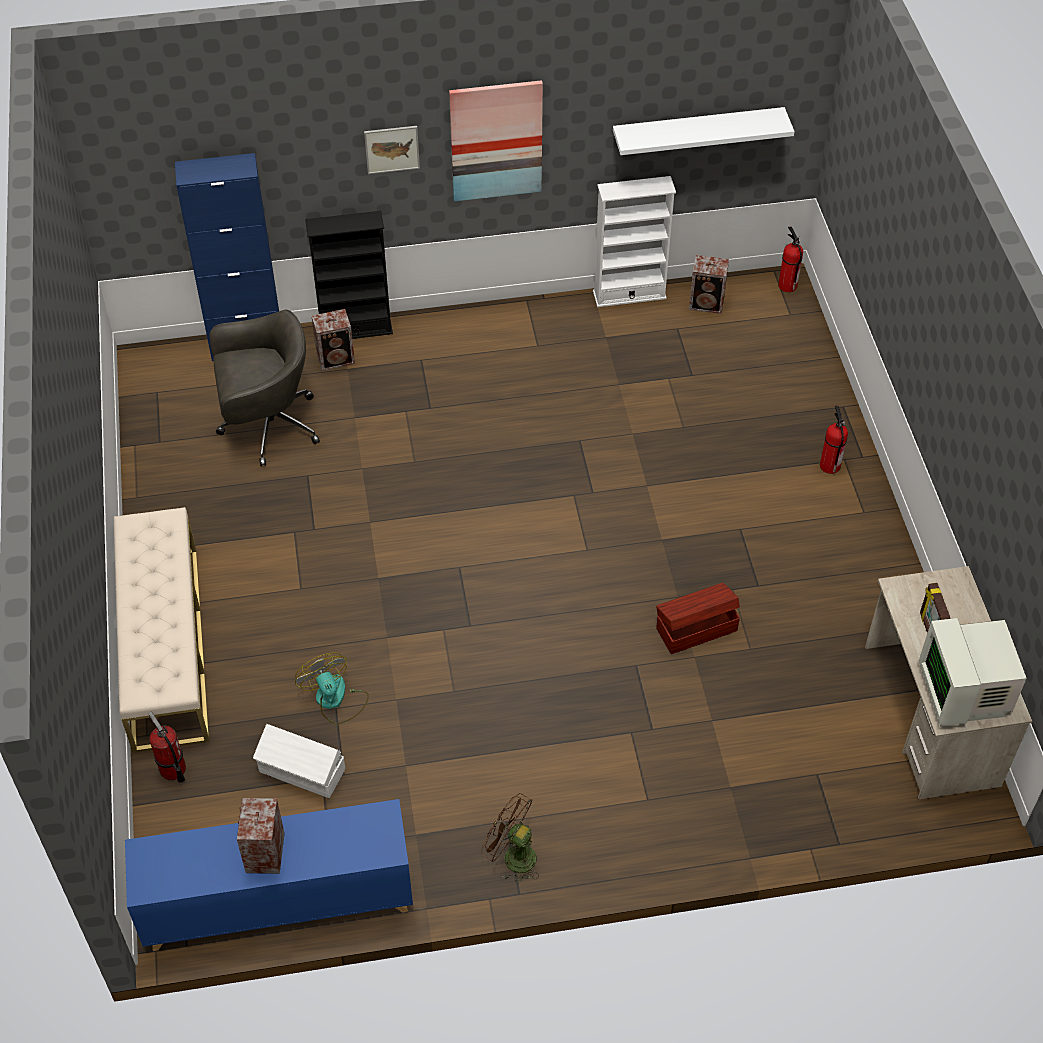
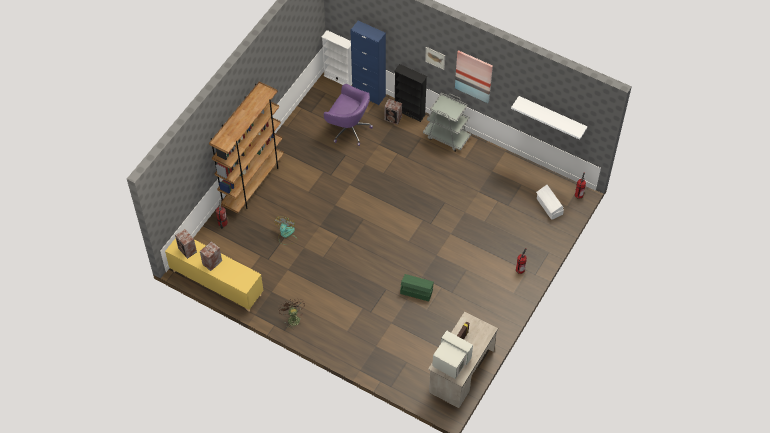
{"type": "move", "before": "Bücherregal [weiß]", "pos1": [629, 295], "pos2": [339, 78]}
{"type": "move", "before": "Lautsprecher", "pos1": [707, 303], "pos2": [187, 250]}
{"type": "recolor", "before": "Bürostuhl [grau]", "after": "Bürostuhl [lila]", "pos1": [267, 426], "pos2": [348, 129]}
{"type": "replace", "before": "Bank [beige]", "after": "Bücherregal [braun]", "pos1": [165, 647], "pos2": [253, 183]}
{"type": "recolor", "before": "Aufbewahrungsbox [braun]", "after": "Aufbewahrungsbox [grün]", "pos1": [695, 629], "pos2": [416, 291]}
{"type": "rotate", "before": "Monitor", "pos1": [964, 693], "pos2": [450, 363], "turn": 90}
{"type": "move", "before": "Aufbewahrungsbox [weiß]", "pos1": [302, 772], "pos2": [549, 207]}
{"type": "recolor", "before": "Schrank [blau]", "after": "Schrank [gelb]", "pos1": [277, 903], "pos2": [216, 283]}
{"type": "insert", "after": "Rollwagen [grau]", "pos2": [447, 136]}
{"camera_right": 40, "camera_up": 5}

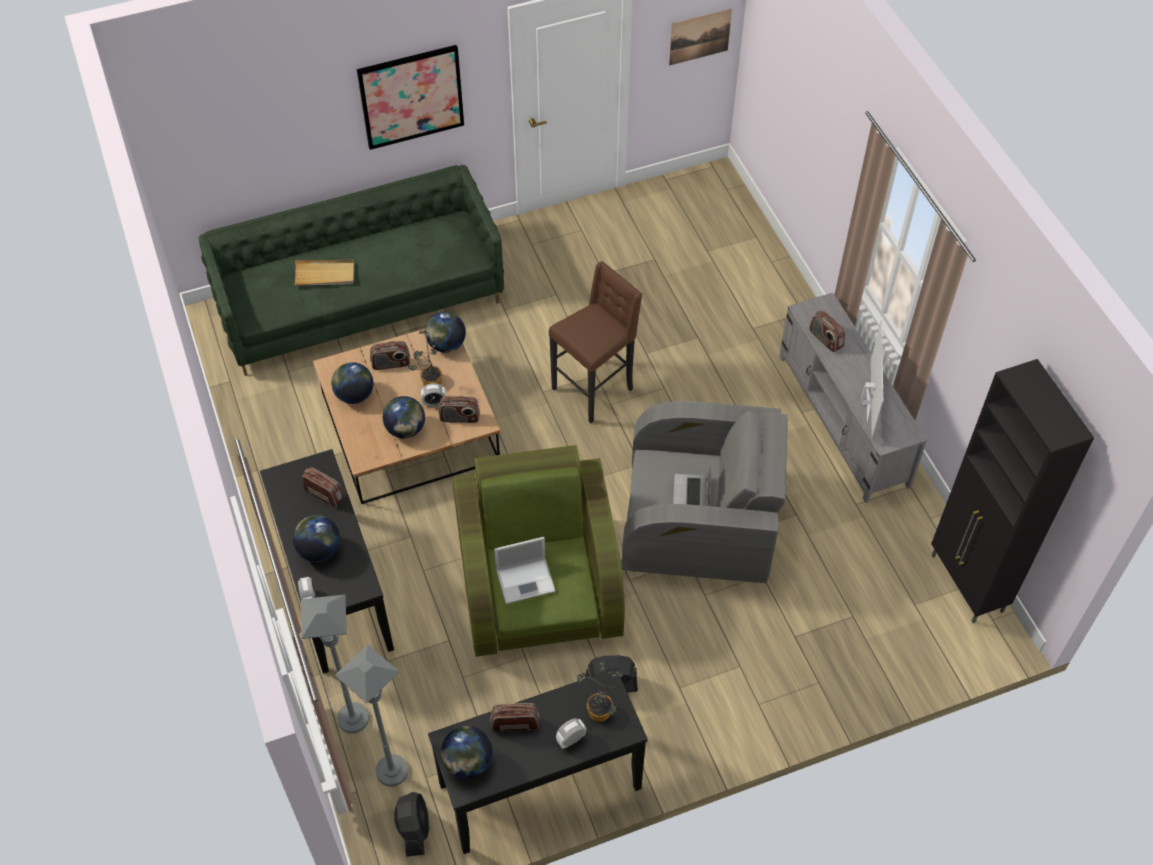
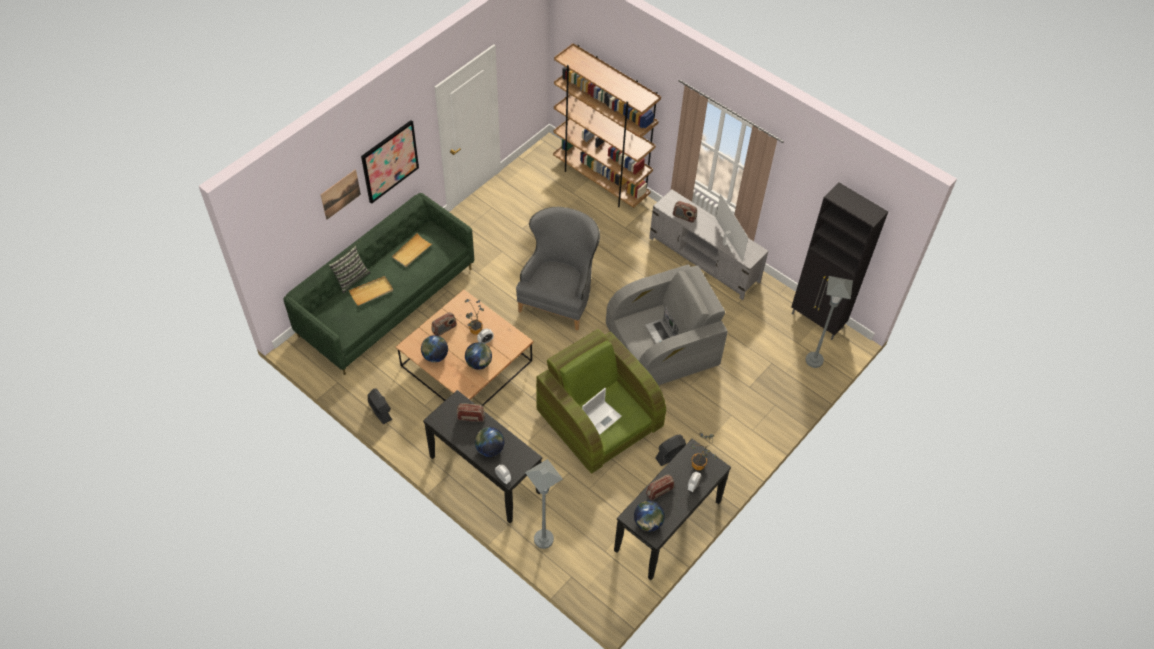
{"type": "move", "before": "Bild", "pos1": [699, 36], "pos2": [340, 194]}
{"type": "replace", "before": "Hocker [braun]", "after": "Sessel [grau]", "pos1": [594, 389], "pos2": [559, 297]}
{"type": "delete", "before": "Globus", "pos1": [446, 345]}
{"type": "delete", "before": "Radio", "pos1": [459, 418]}
{"type": "move", "before": "Stehlampe [grau]", "pos1": [392, 771], "pos2": [814, 360]}
{"type": "move", "before": "Ventilator [schwarz]", "pos1": [414, 828], "pos2": [380, 411]}
{"type": "insert", "after": "Bücherregal [braun]", "pos2": [601, 181]}
{"type": "insert", "after": "Tablett [beige]", "pos2": [412, 251]}
{"type": "insert", "after": "Kissen", "pos2": [351, 278]}
{"camera_right": -30, "camera_up": 0}

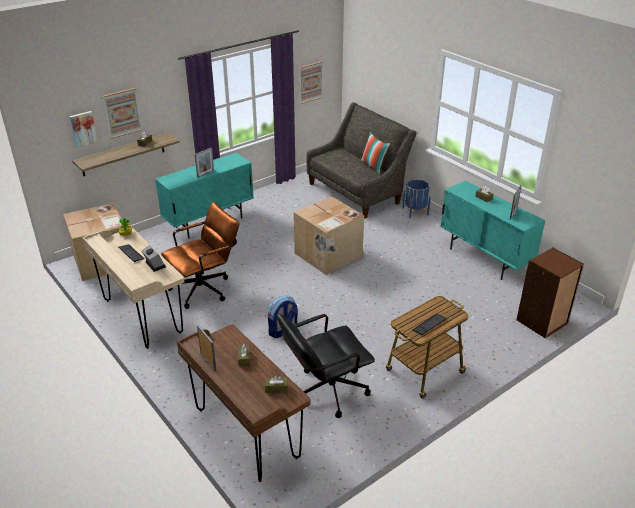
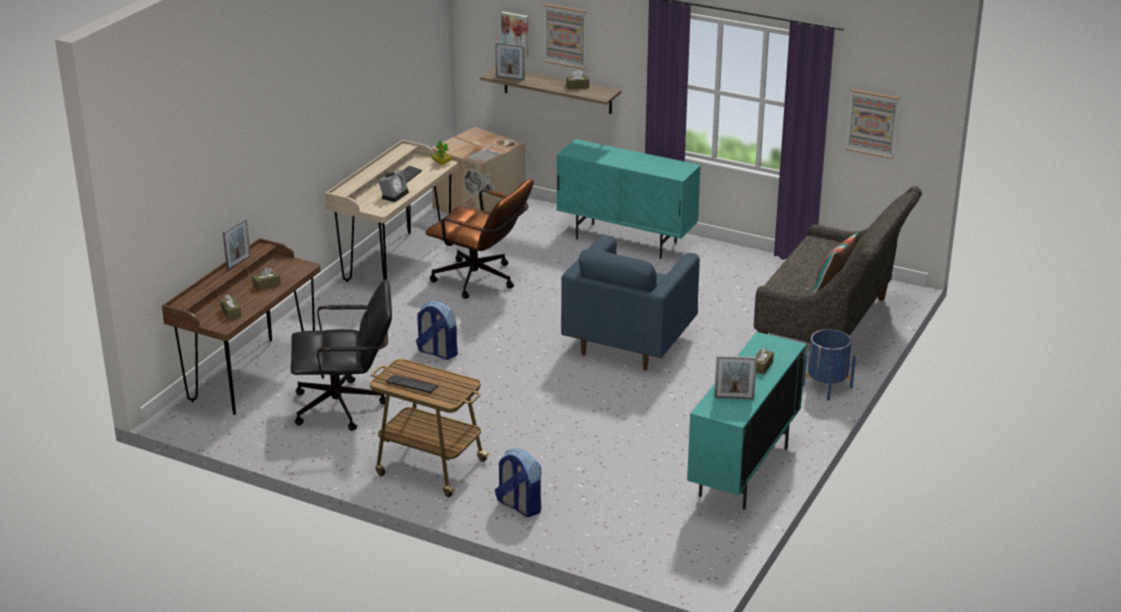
{"type": "move", "before": "Bilderrahmen", "pos1": [205, 173], "pos2": [510, 78]}
{"type": "replace", "before": "Karton", "after": "Sessel [blau]", "pos1": [328, 255], "pos2": [629, 343]}
{"type": "delete", "before": "Bücherregal [braun]", "pos1": [542, 322]}
{"type": "rotate", "before": "Bürostuhl [schwarz]", "pos1": [325, 392], "pos2": [347, 406], "turn": 135}
{"type": "insert", "after": "Rucksack", "pos2": [519, 506]}
{"camera_right": 65, "camera_up": -5}

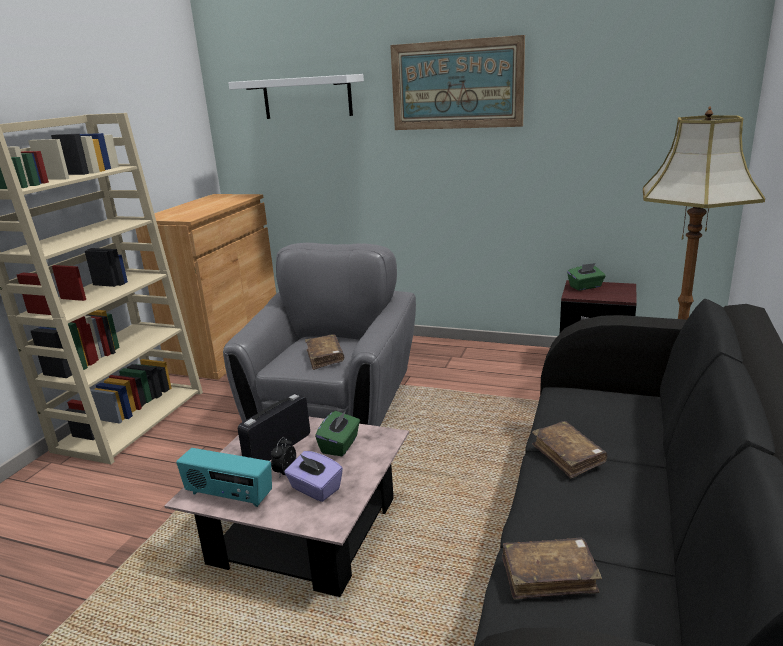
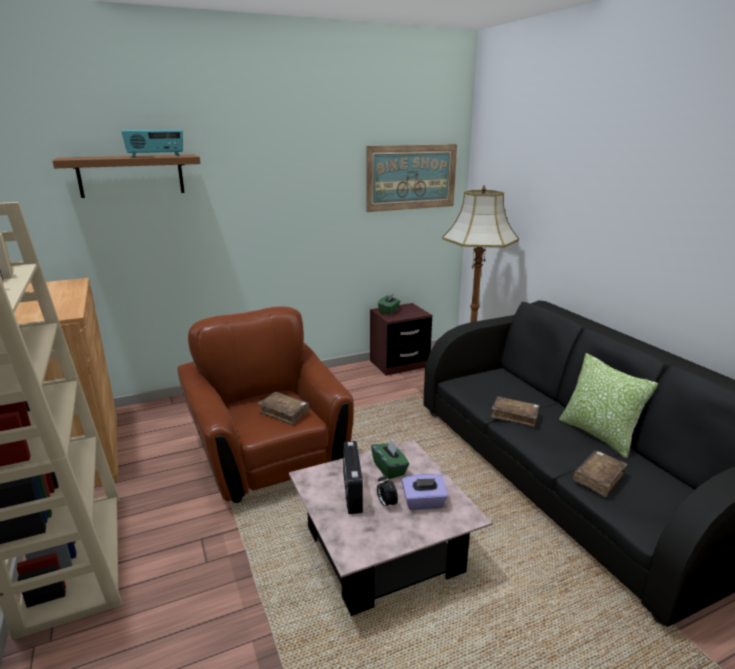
{"type": "move", "before": "Bild", "pos1": [456, 85], "pos2": [411, 177]}
{"type": "recolor", "before": "Wandregal [weiß]", "after": "Wandregal [braun]", "pos1": [307, 97], "pos2": [131, 175]}
{"type": "recolor", "before": "Sessel [grau]", "after": "Sessel [braun]", "pos1": [333, 406], "pos2": [269, 458]}
{"type": "move", "before": "Radio", "pos1": [228, 496], "pos2": [155, 156]}
{"type": "insert", "after": "Kissen", "pos2": [598, 435]}
{"camera_right": -45, "camera_up": 0}

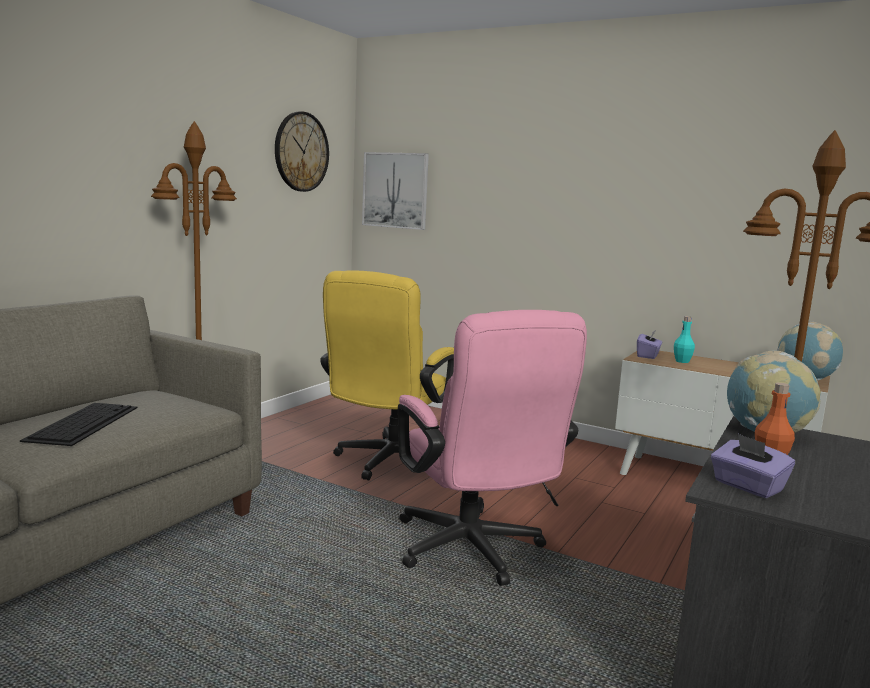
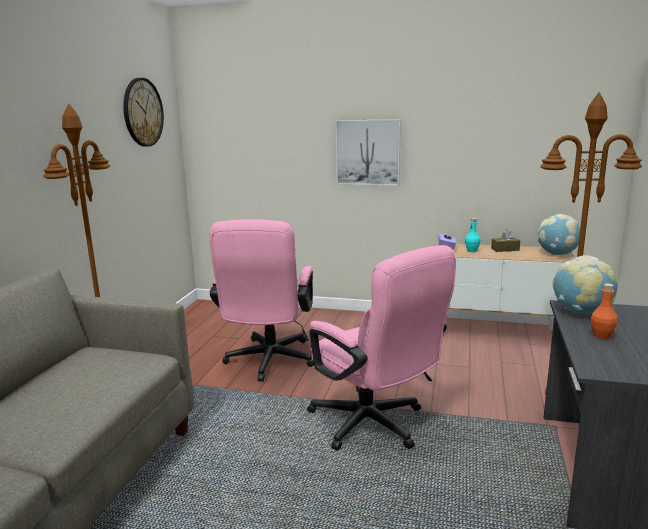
{"type": "move", "before": "Bild", "pos1": [395, 190], "pos2": [368, 152]}
{"type": "recolor", "before": "Bürostuhl [gelb]", "after": "Bürostuhl [rosa]", "pos1": [387, 463], "pos2": [268, 362]}
{"type": "delete", "before": "Tastatur", "pos1": [83, 423]}
{"type": "delete", "before": "Taschentuchbox [lila]", "pos1": [747, 486]}
{"type": "insert", "after": "Taschentuchbox [braun]", "pos2": [505, 249]}
{"camera_right": -15, "camera_up": 5}

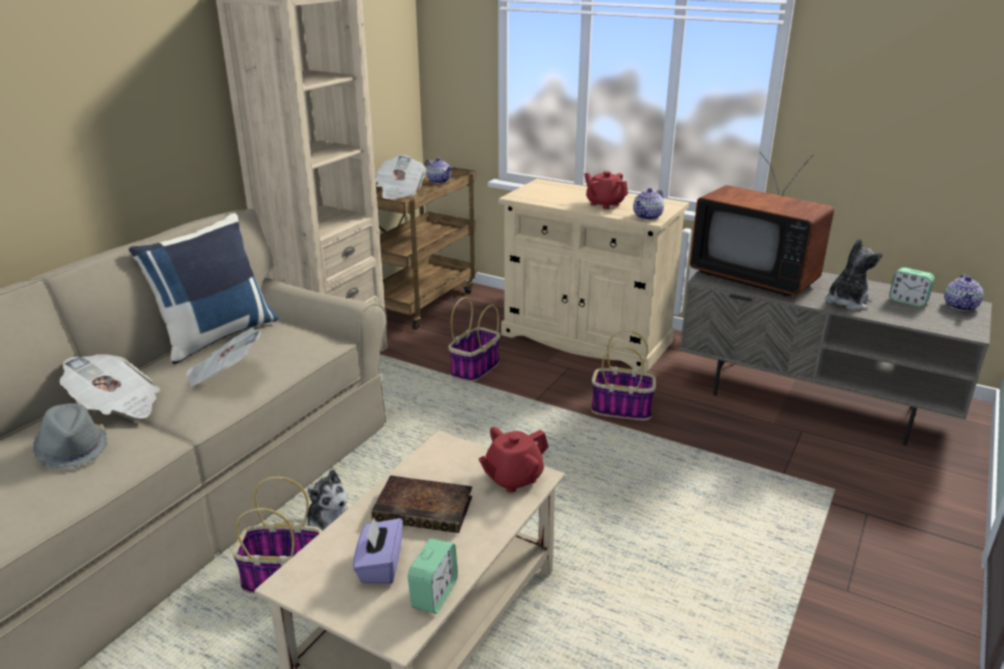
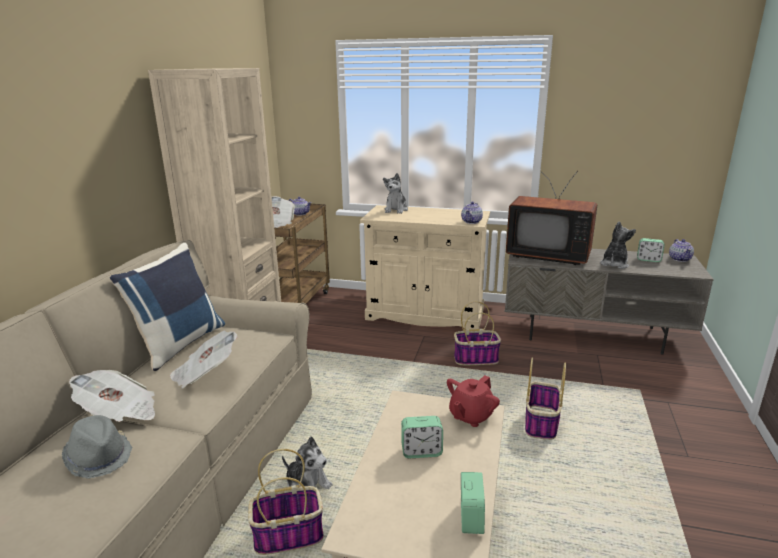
{"type": "delete", "before": "Teekanne [rot]", "pos1": [604, 204]}
{"type": "move", "before": "Korb", "pos1": [475, 369], "pos2": [541, 424]}
{"type": "replace", "before": "Buch", "after": "Wecker", "pos1": [426, 509], "pos2": [421, 451]}
{"type": "delete", "before": "Taschentuchbox [lila]", "pos1": [380, 565]}
{"type": "insert", "after": "Plüschtier", "pos2": [396, 210]}
{"camera_right": -15, "camera_up": -5}

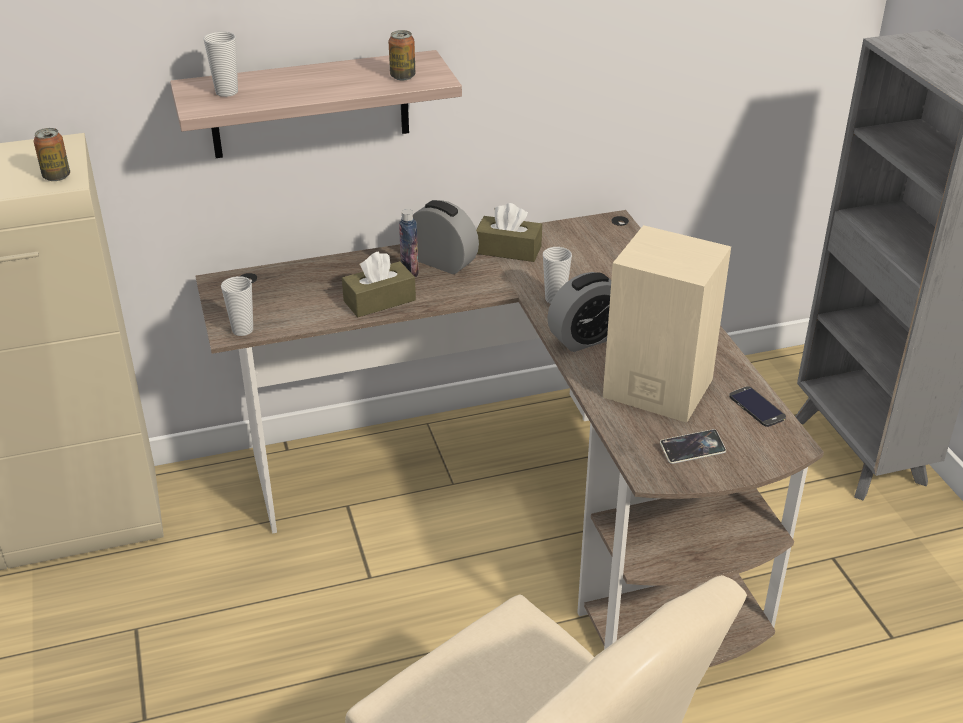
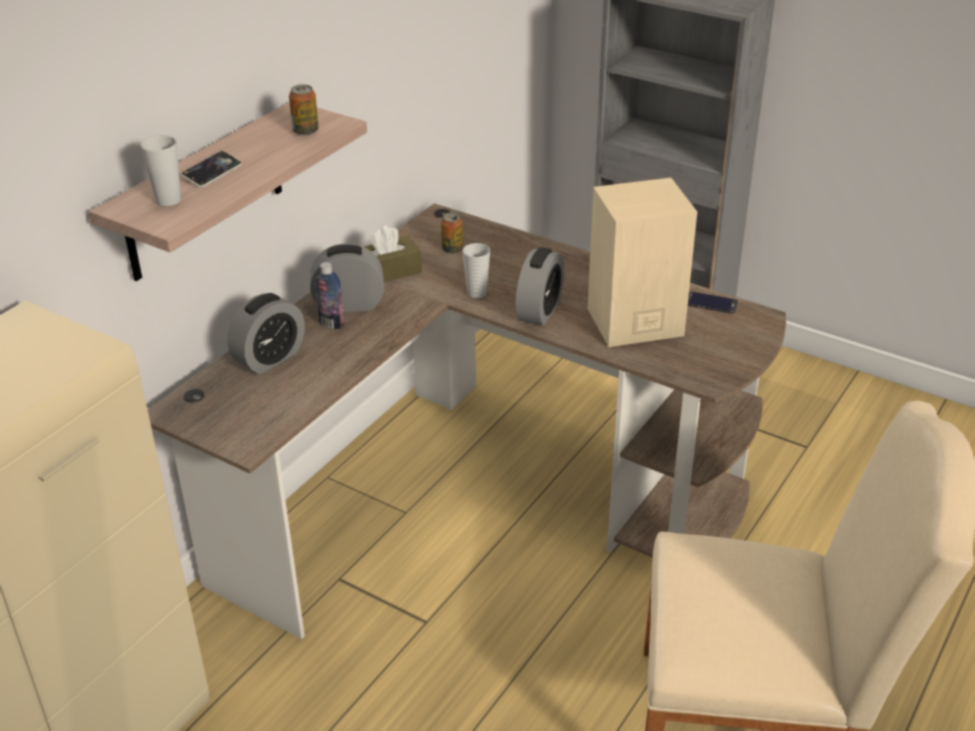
{"type": "move", "before": "Dose", "pos1": [56, 176], "pos2": [452, 249]}
{"type": "delete", "before": "Taschentuchbox [braun]", "pos1": [379, 300]}
{"type": "delete", "before": "Tasse", "pos1": [242, 330]}
{"type": "move", "before": "Handy", "pos1": [692, 450], "pos2": [212, 173]}
{"type": "insert", "after": "Wecker", "pos2": [270, 358]}
{"camera_right": -40, "camera_up": 0}

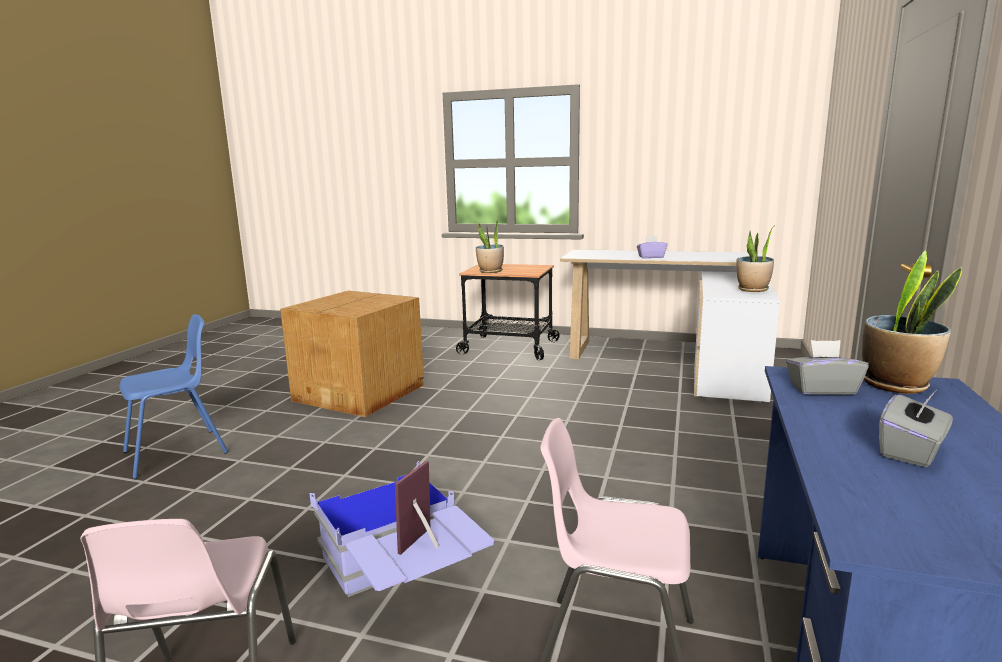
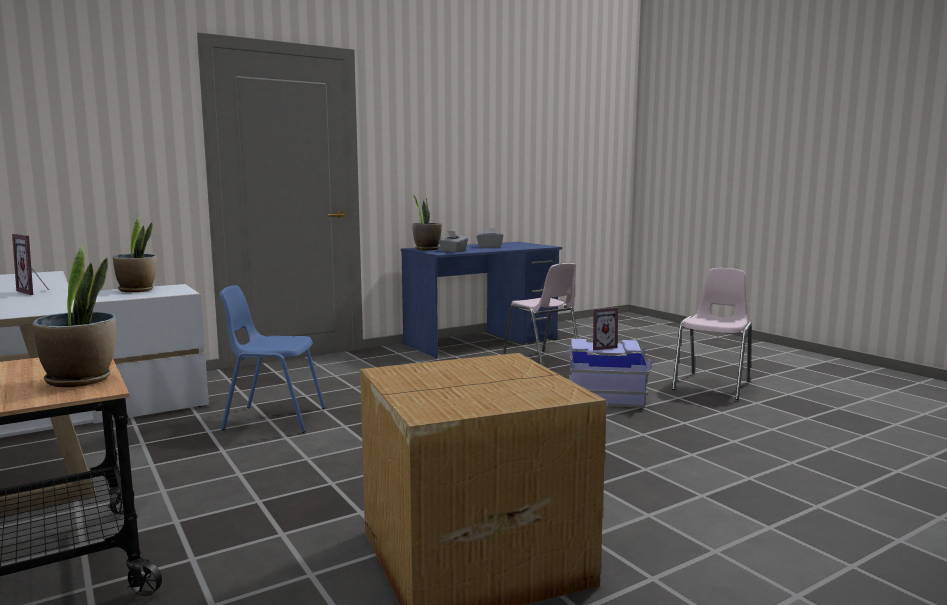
{"type": "replace", "before": "Taschentuchbox [lila]", "after": "Bilderrahmen", "pos1": [651, 257], "pos2": [35, 291]}
{"type": "move", "before": "Stuhl [blau]", "pos1": [177, 453], "pos2": [274, 419]}
{"camera_right": -140, "camera_up": -5}

